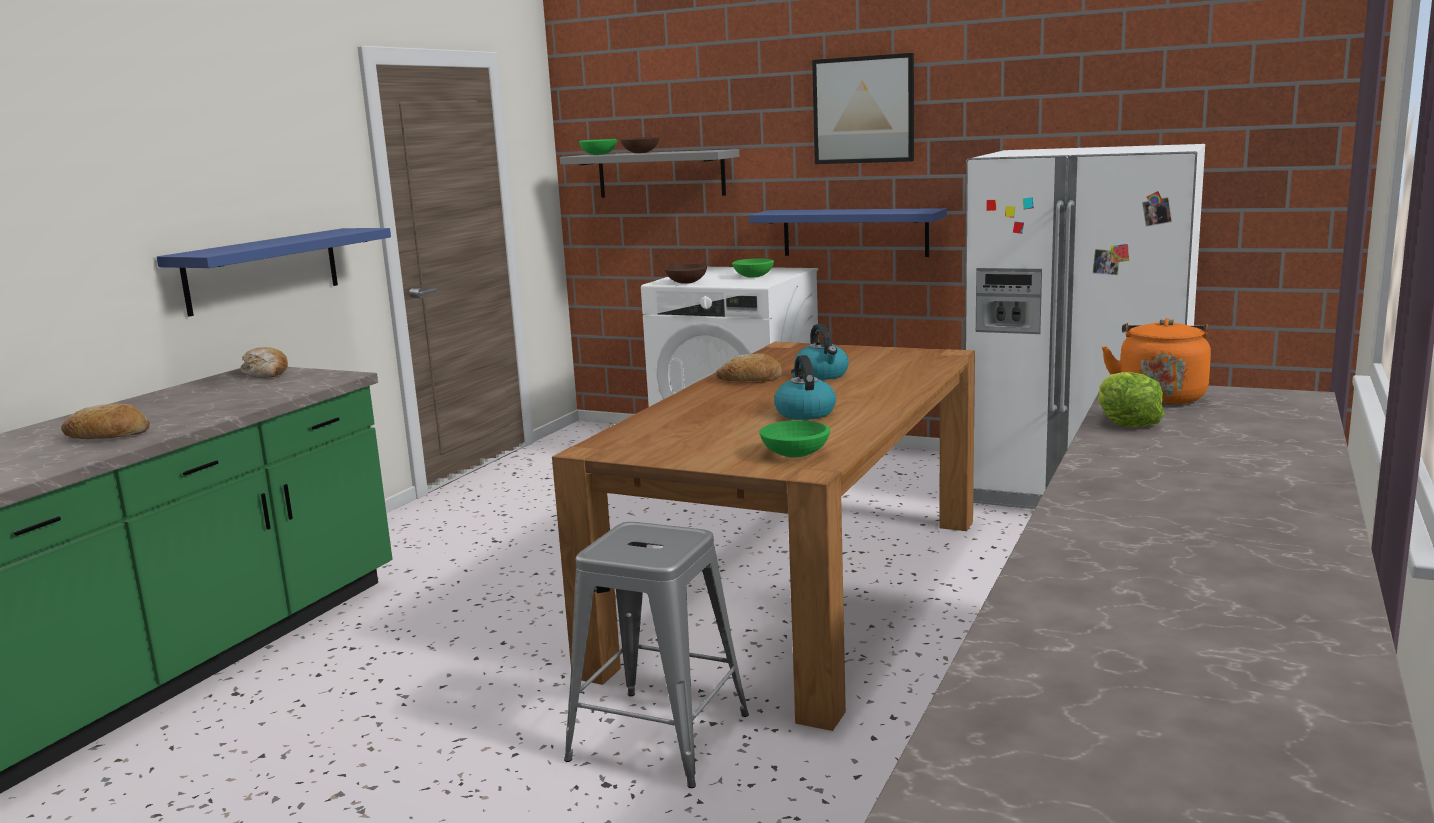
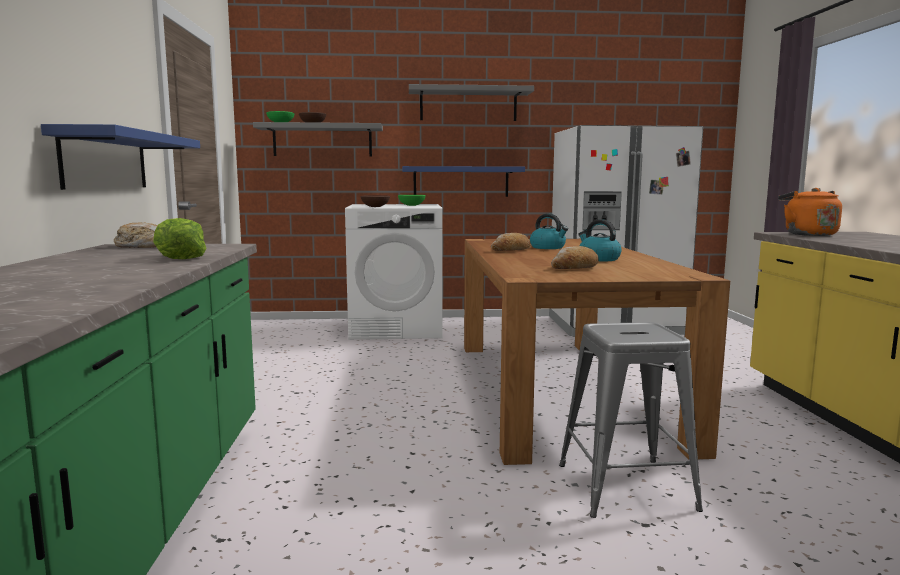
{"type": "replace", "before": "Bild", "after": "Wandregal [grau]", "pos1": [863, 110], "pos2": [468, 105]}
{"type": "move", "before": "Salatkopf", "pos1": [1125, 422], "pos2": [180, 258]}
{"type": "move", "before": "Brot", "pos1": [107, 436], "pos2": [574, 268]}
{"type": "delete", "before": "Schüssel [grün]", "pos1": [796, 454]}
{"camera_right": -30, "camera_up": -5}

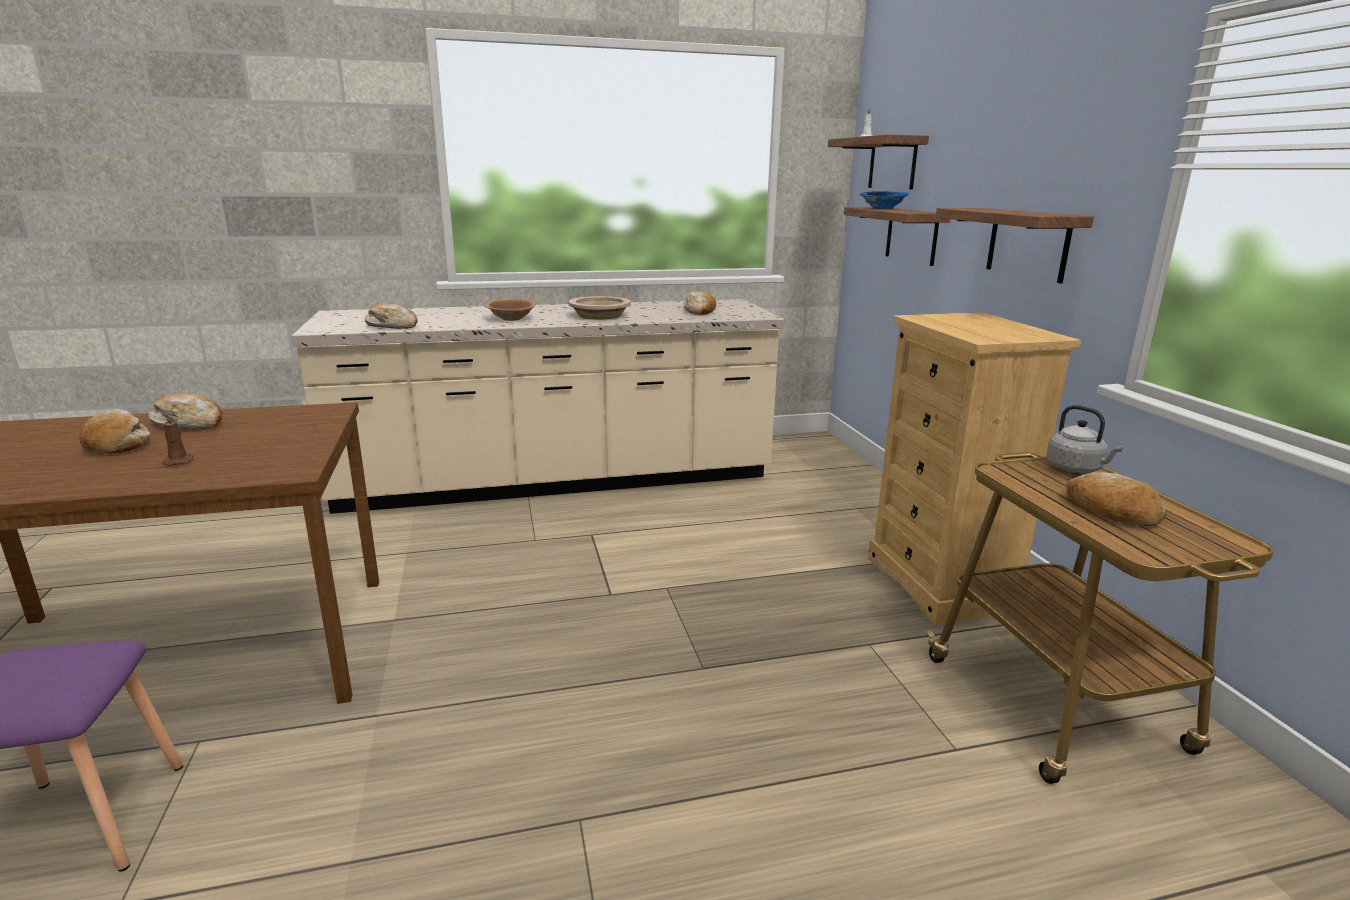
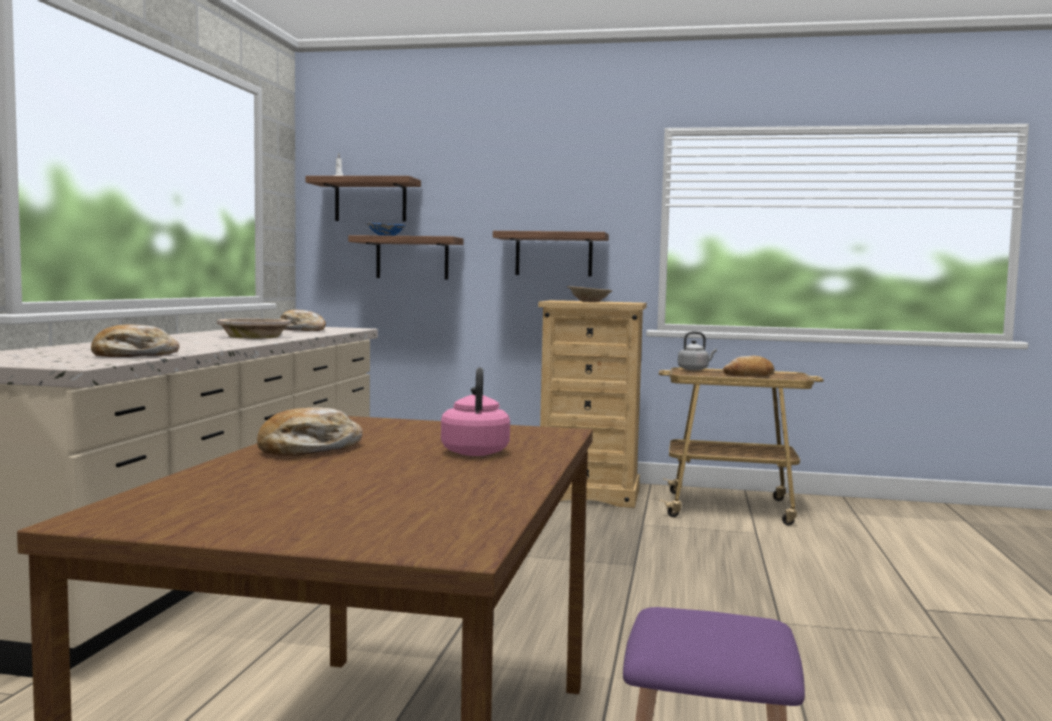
{"type": "move", "before": "Schüssel [braun]", "pos1": [511, 319], "pos2": [589, 302]}
{"type": "delete", "before": "Brot", "pos1": [117, 444]}
{"type": "replace", "before": "Kerze [braun]", "after": "Wasserkessel [rosa]", "pos1": [179, 461], "pos2": [475, 451]}
{"camera_right": -65, "camera_up": -15}

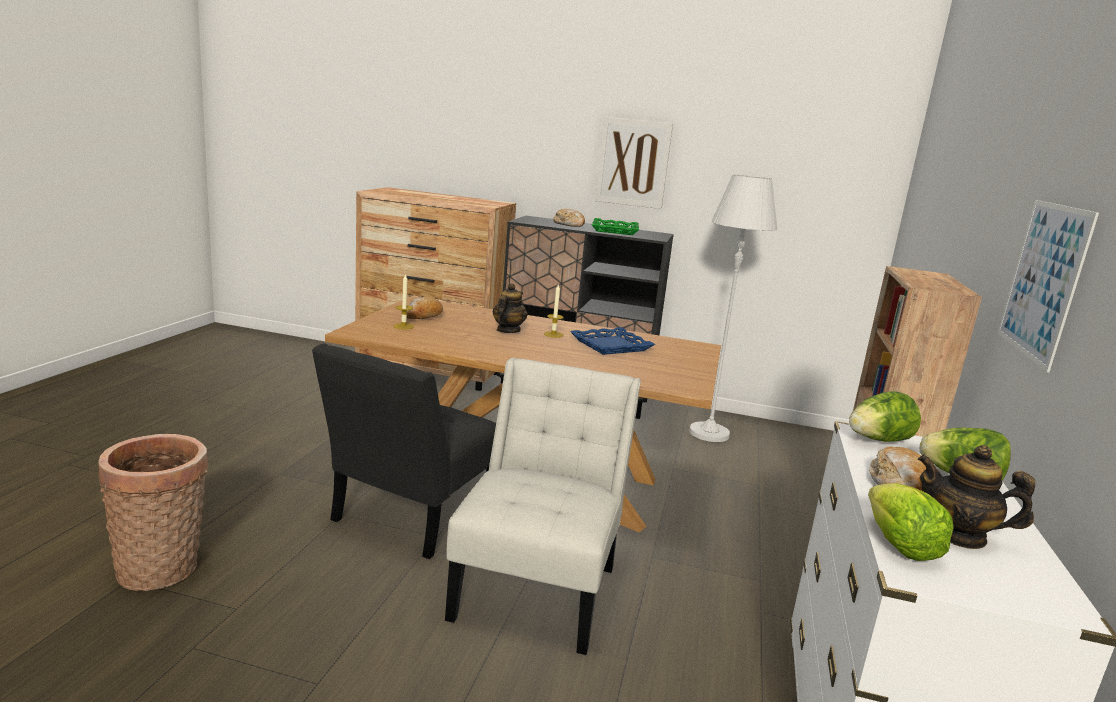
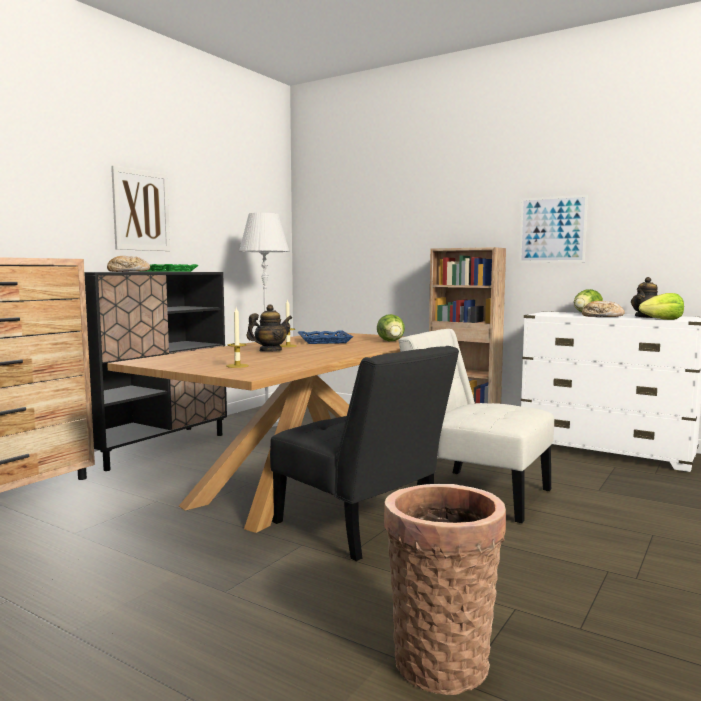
{"type": "rotate", "before": "Teekanne", "pos1": [508, 330], "pos2": [270, 351], "turn": 105}
{"type": "delete", "before": "Brot", "pos1": [423, 316]}
{"type": "move", "before": "Salatkopf", "pos1": [878, 440], "pos2": [392, 341]}
{"camera_right": -70, "camera_up": -10}

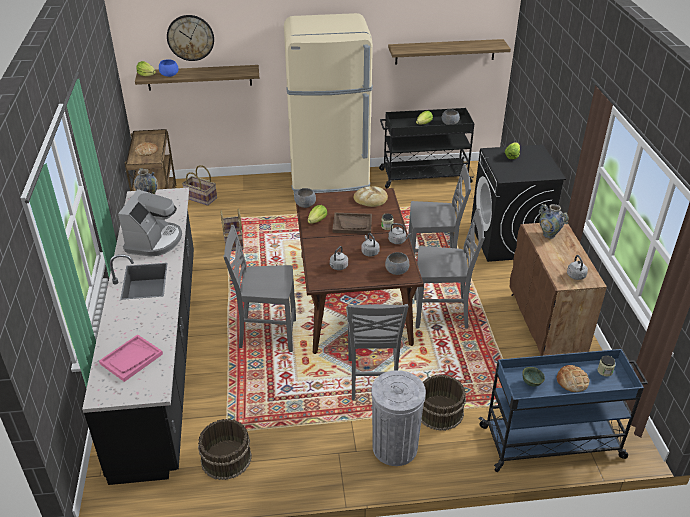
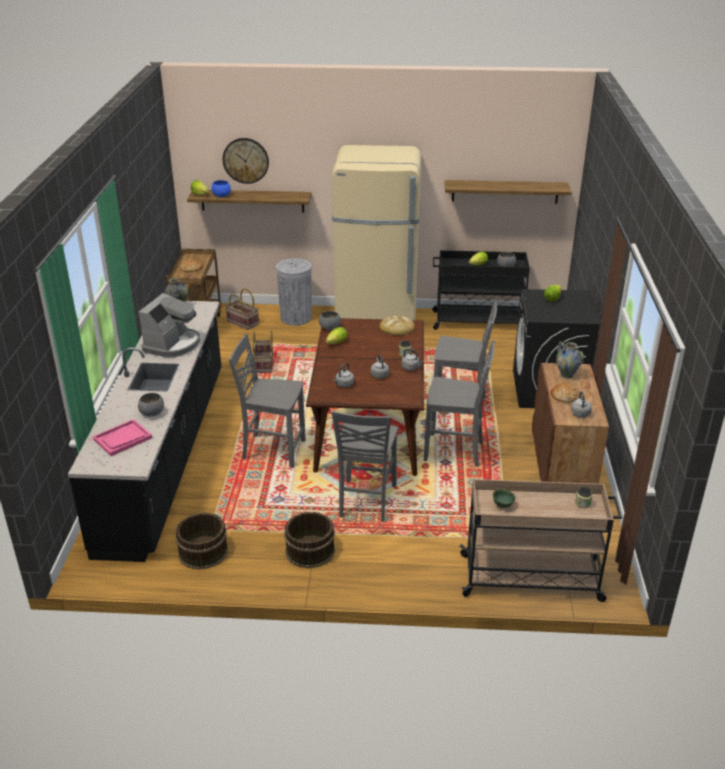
{"type": "delete", "before": "Tablett [braun]", "pos1": [352, 224]}
{"type": "move", "before": "Schüssel [grau]", "pos1": [396, 271], "pos2": [152, 413]}
{"type": "recolor", "before": "Rollwagen [blau]", "after": "Rollwagen [beige]", "pos1": [553, 442], "pos2": [532, 578]}
{"type": "move", "before": "Brot", "pos1": [572, 381], "pos2": [564, 395]}
{"type": "move", "before": "Mülleimer [grau]", "pos1": [394, 447], "pos2": [296, 318]}
{"type": "move", "before": "Eimer [braun]", "pos1": [439, 411], "pos2": [309, 550]}
{"camera_right": 10, "camera_up": -5}

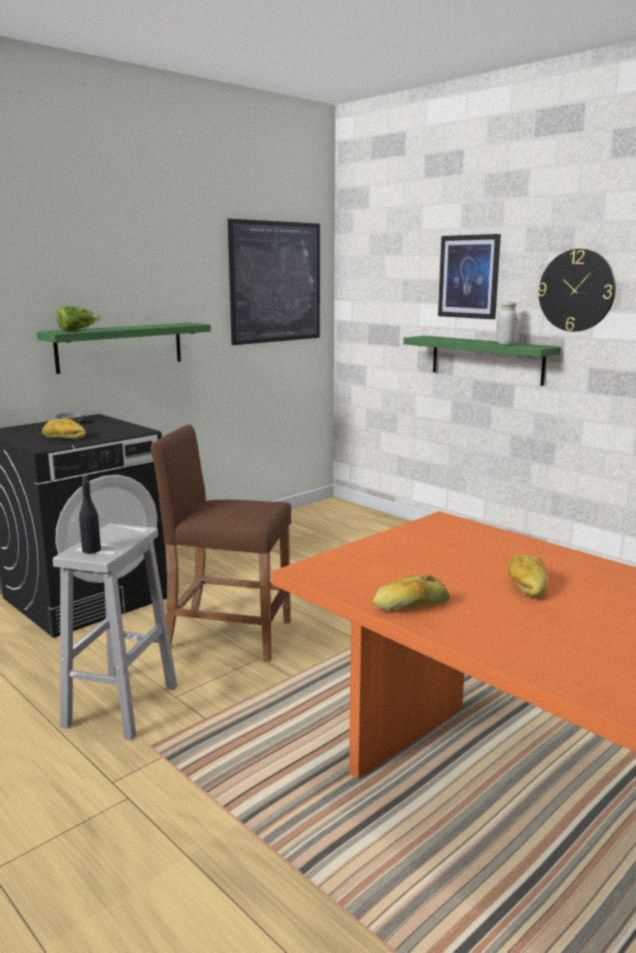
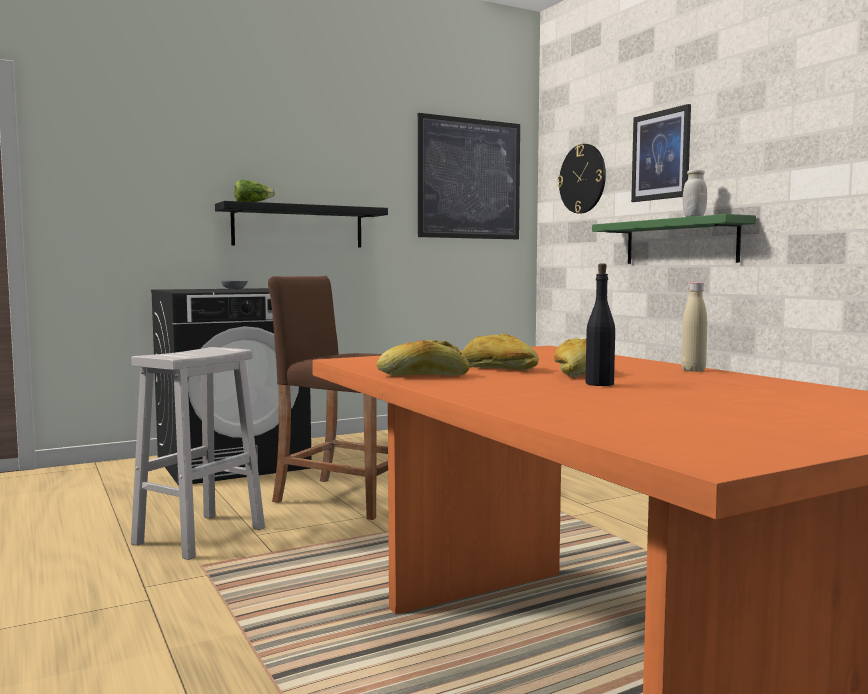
{"type": "move", "before": "Wanduhr", "pos1": [576, 290], "pos2": [582, 179]}
{"type": "recolor", "before": "Wandregal [grün]", "after": "Wandregal [schwarz]", "pos1": [120, 347], "pos2": [298, 226]}
{"type": "move", "before": "Brot", "pos1": [64, 438], "pos2": [498, 368]}
{"type": "move", "before": "Flasche [schwarz]", "pos1": [91, 550], "pos2": [599, 384]}
{"type": "insert", "after": "Flasche [beige]", "pos2": [693, 370]}
{"camera_right": 15, "camera_up": -10}

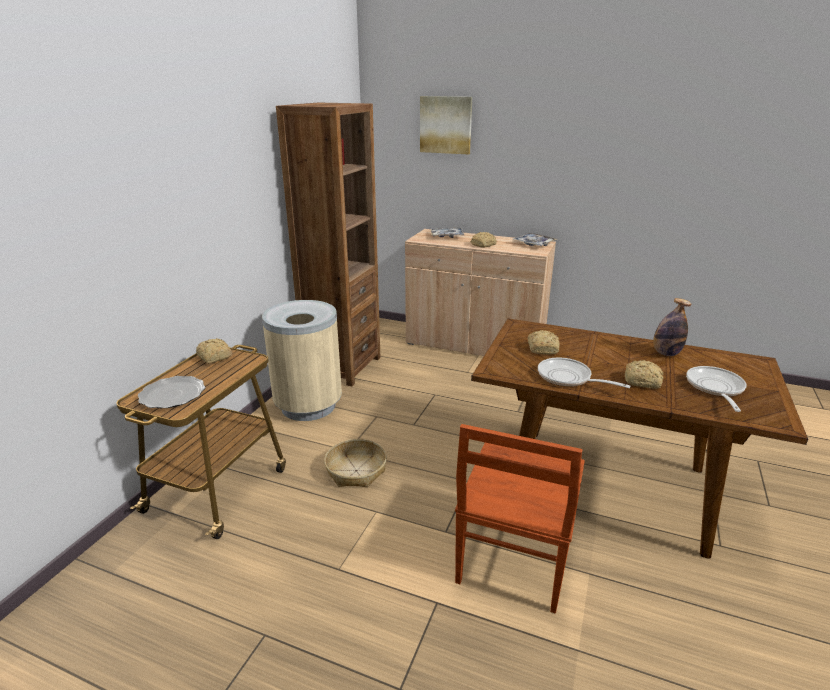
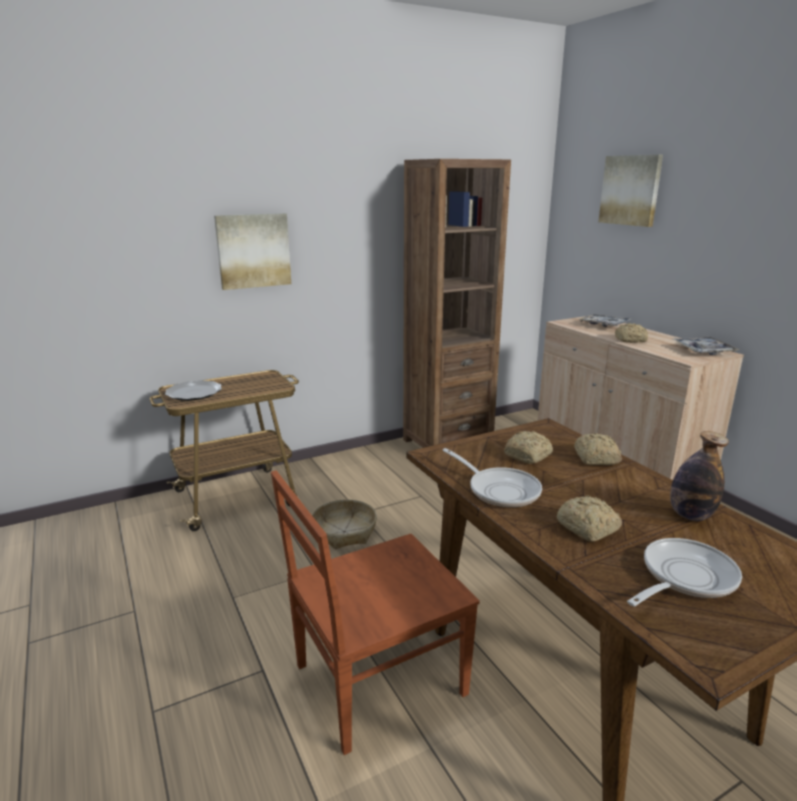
{"type": "delete", "before": "Mülleimer [beige]", "pos1": [308, 406]}
{"type": "move", "before": "Brot", "pos1": [214, 357], "pos2": [595, 459]}
{"type": "rotate", "before": "Pfanne", "pos1": [568, 378], "pos2": [499, 490], "turn": 150}
{"type": "insert", "after": "Bild", "pos2": [253, 250]}
{"camera_right": 40, "camera_up": -5}

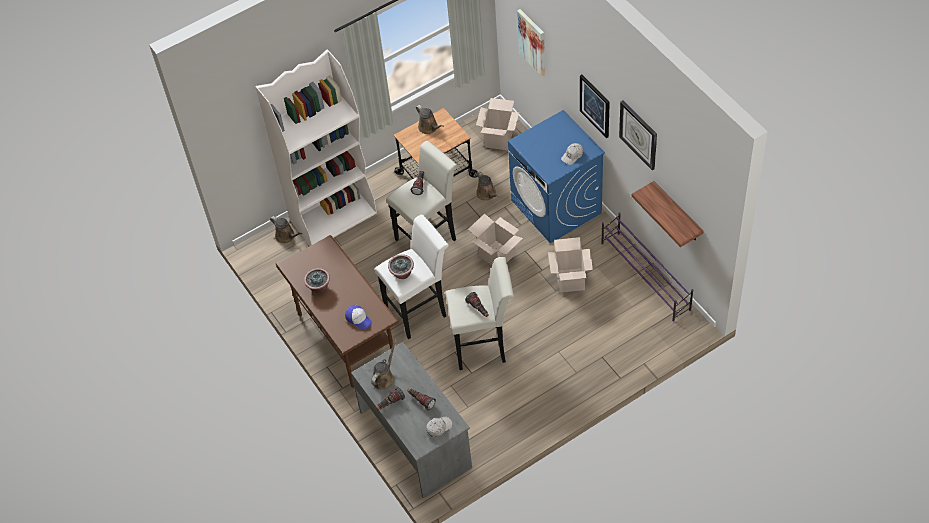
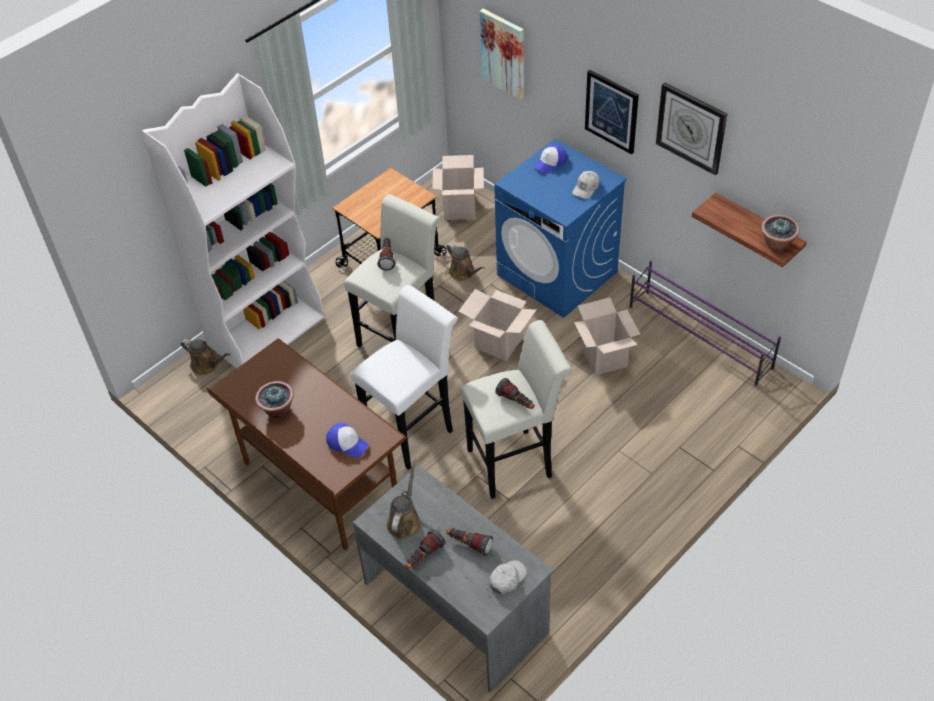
{"type": "delete", "before": "Gießkanne [braun]", "pos1": [429, 127]}
{"type": "move", "before": "Topfpflanze", "pos1": [402, 274], "pos2": [777, 244]}
{"type": "insert", "after": "Kappe", "pos2": [550, 163]}
{"camera_right": -15, "camera_up": -5}

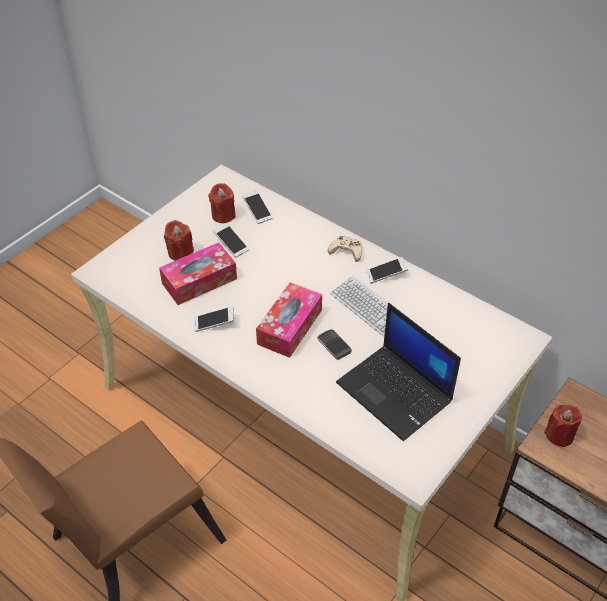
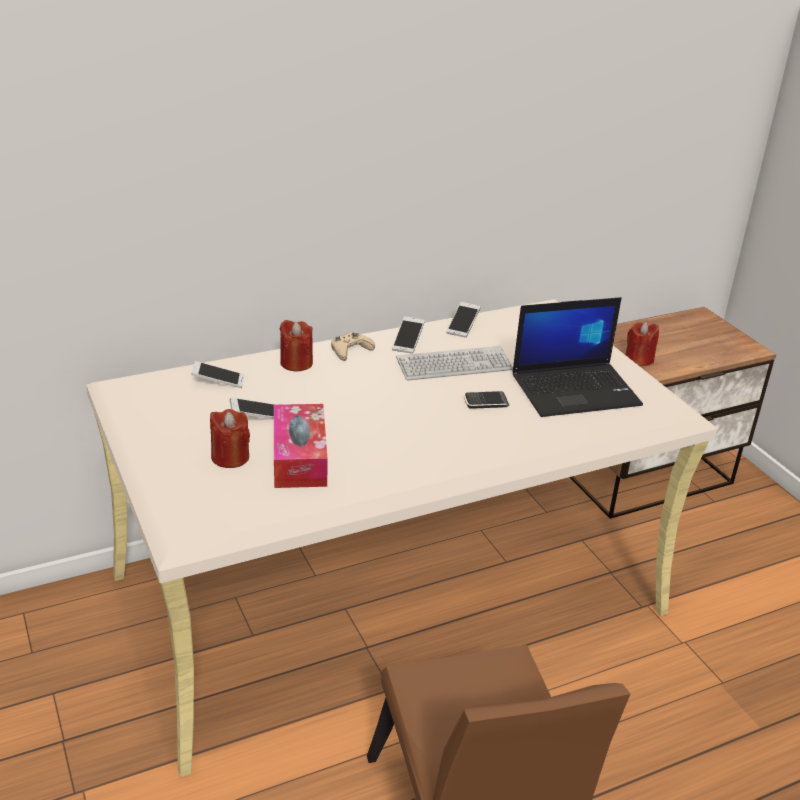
{"type": "move", "before": "Kerze [rot]", "pos1": [223, 215], "pos2": [296, 363]}
{"type": "delete", "before": "Taschentuchbox", "pos1": [290, 327]}
{"type": "move", "before": "Handy", "pos1": [214, 323], "pos2": [462, 326]}
{"camera_right": -65, "camera_up": -15}

